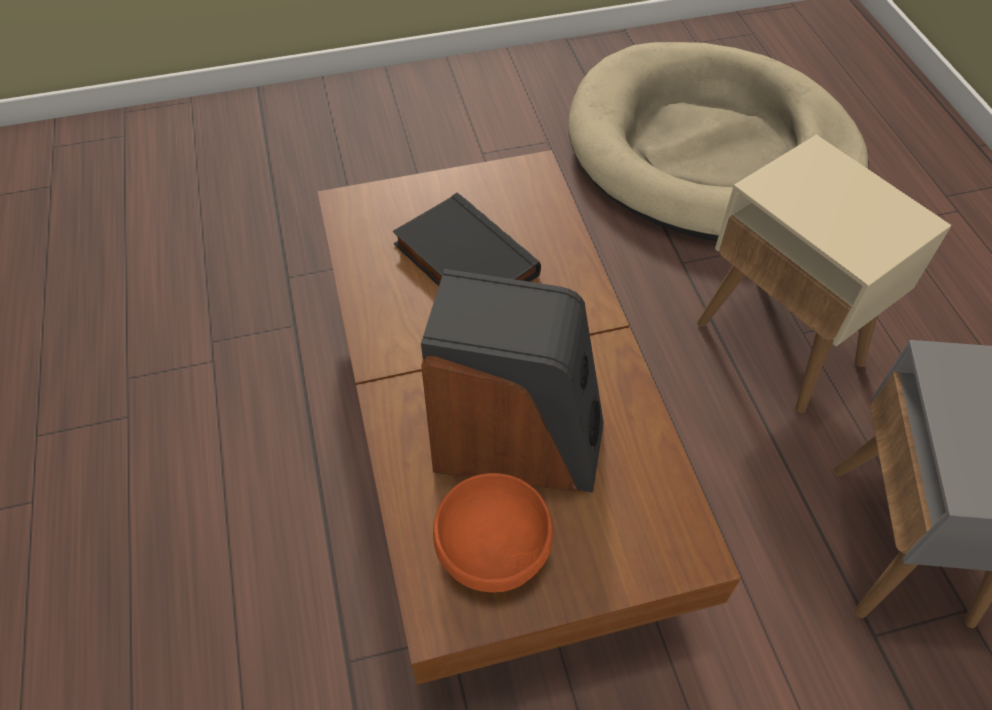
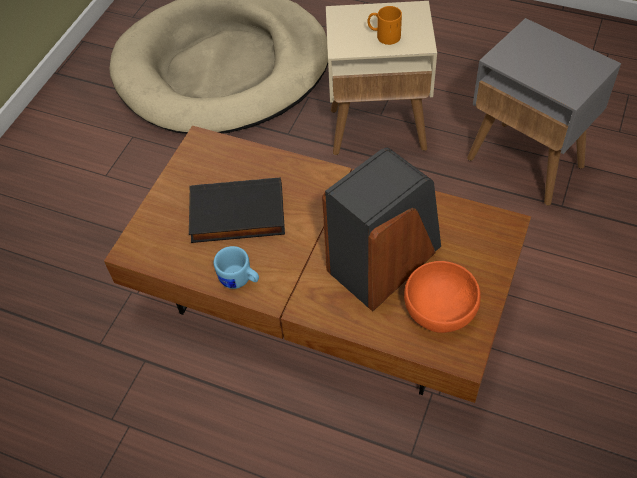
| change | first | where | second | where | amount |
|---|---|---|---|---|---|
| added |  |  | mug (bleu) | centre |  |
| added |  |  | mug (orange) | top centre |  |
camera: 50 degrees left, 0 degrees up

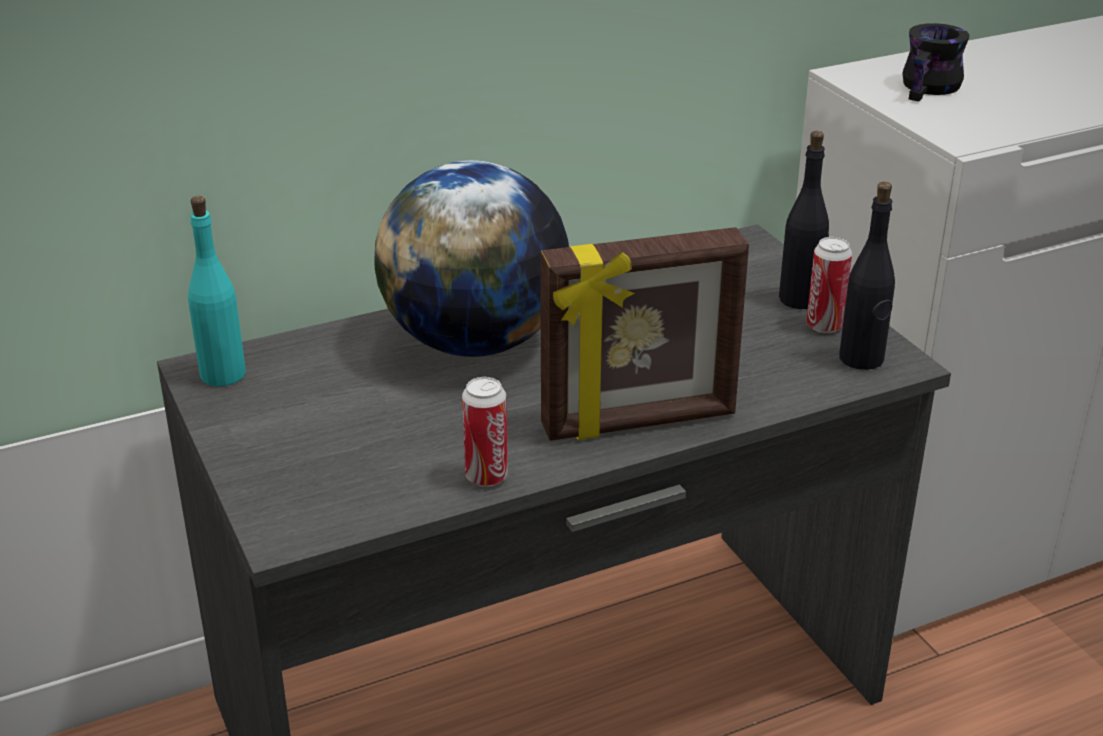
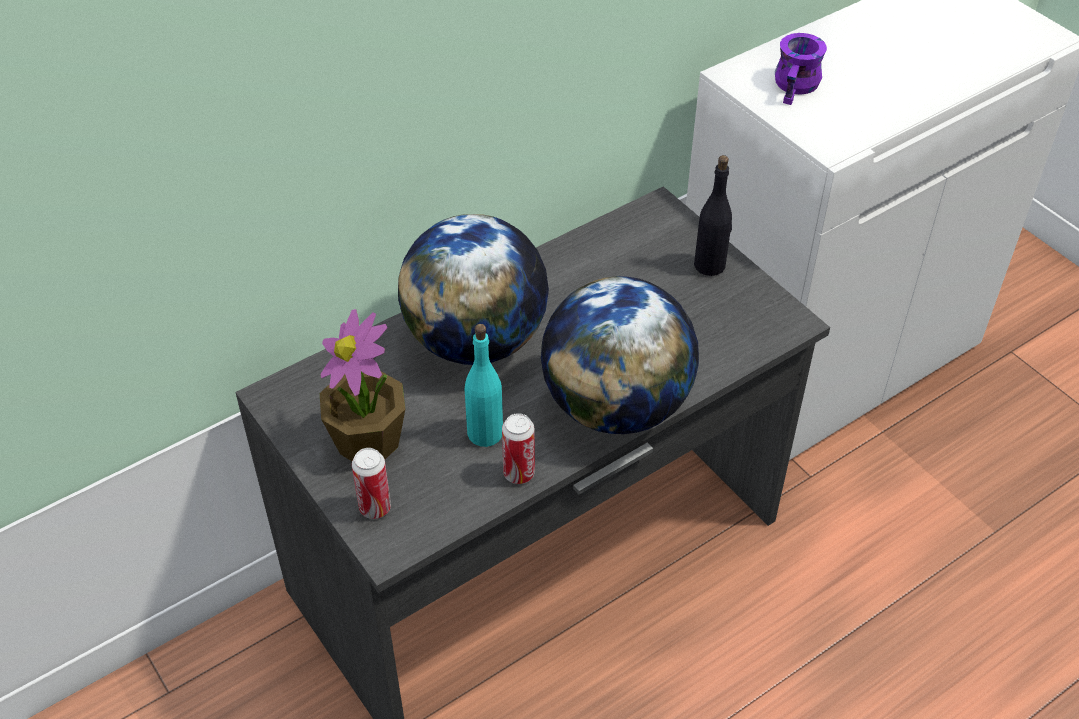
| change | first | where | second | where | amount |
|---|---|---|---|---|---|
| removed | bouteille (noir) (2nd from left) | middle right |  |  |  |
| added |  |  | plante en pot | centre |  |
| moved | bouteille (turquoise) | middle left |  | centre |  |
| moved | boîte métallique (2nd from left in the first image) | middle right | boîte métallique (1st from left) | bottom centre |  |
| replaced | cadre photo | centre | globe (2nd from left) | centre |  |
| recoloured | mug (noir) | top right | mug (violet) | top right |  |
camera: 10 degrees left, 15 degrees up

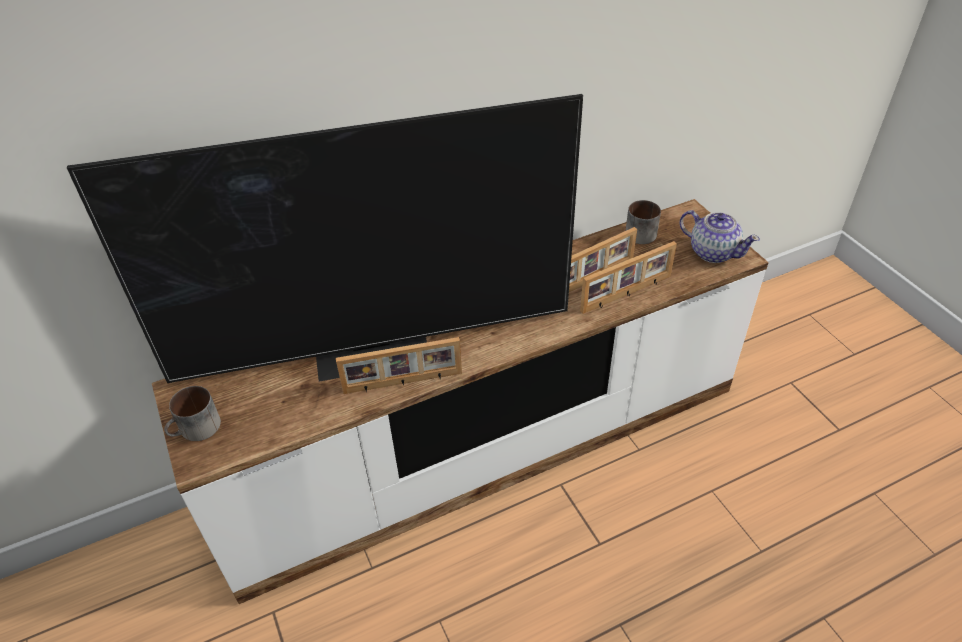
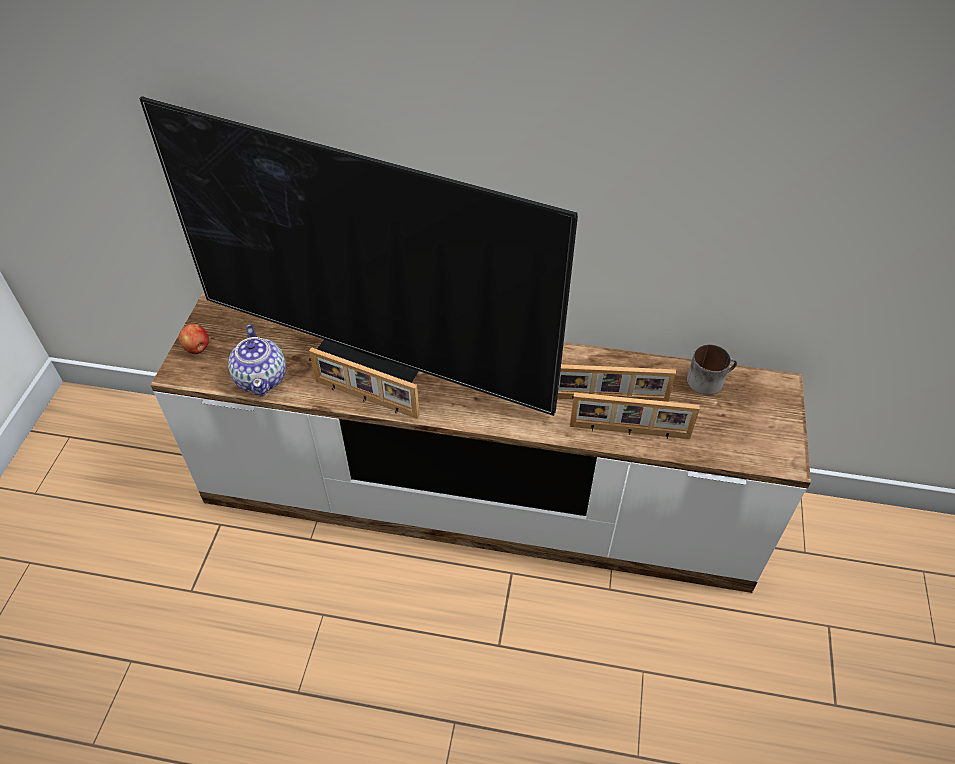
| change | first | where | second | where | amount |
|---|---|---|---|---|---|
| moved | théière | middle right |  | middle left |  |
| replaced | mug (1st from left) | middle left | pomme | middle left |  |
camera: 35 degrees right, 5 degrees up

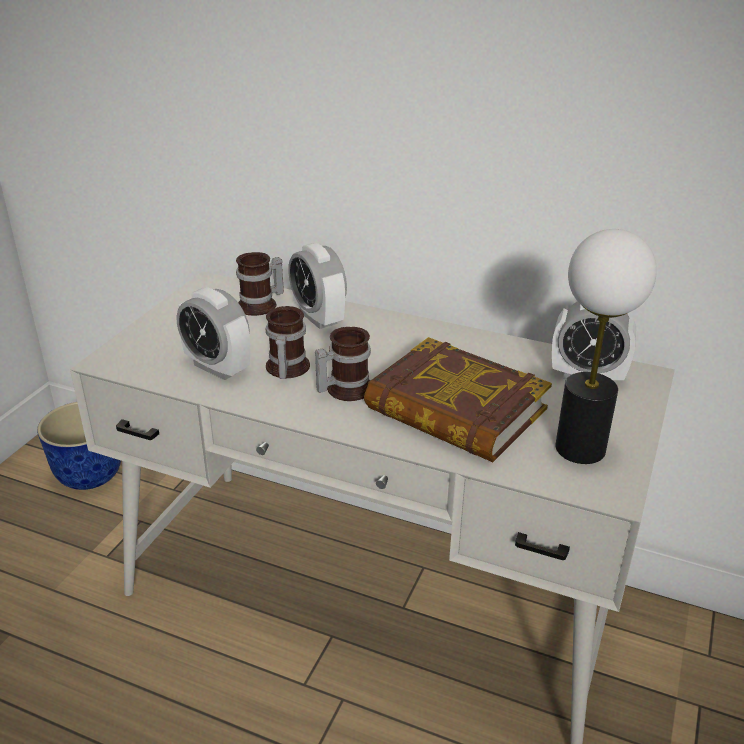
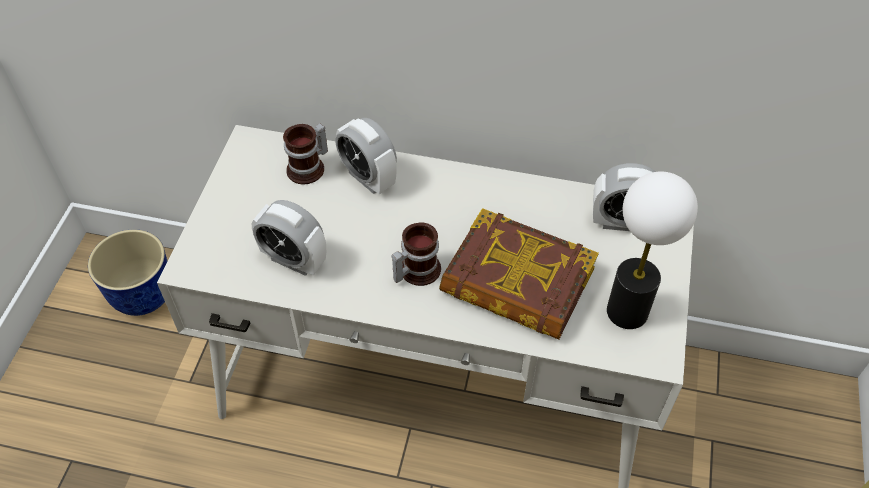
| change | first | where | second | where | amount |
|---|---|---|---|---|---|
| removed | mug (2nd from left) | centre |  |  |  |
camera: 10 degrees left, 20 degrees up

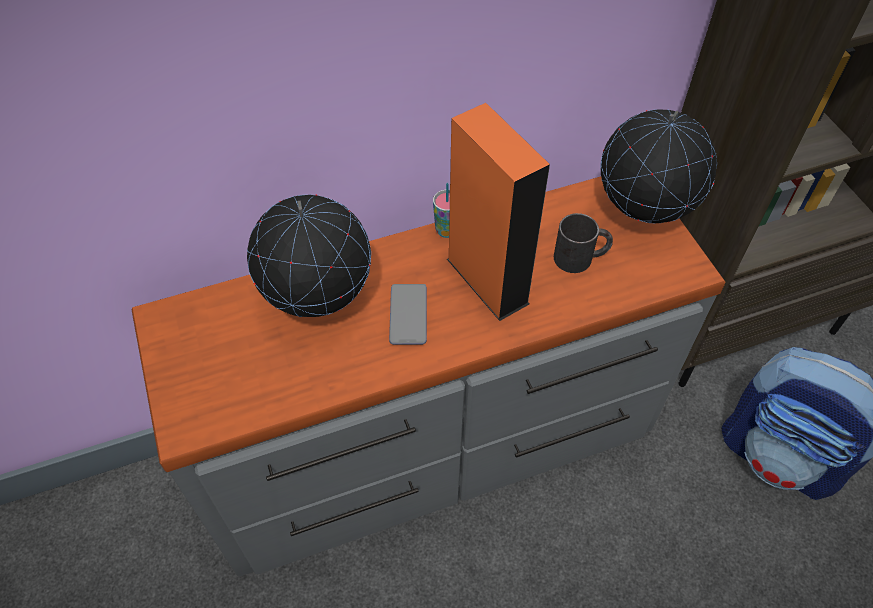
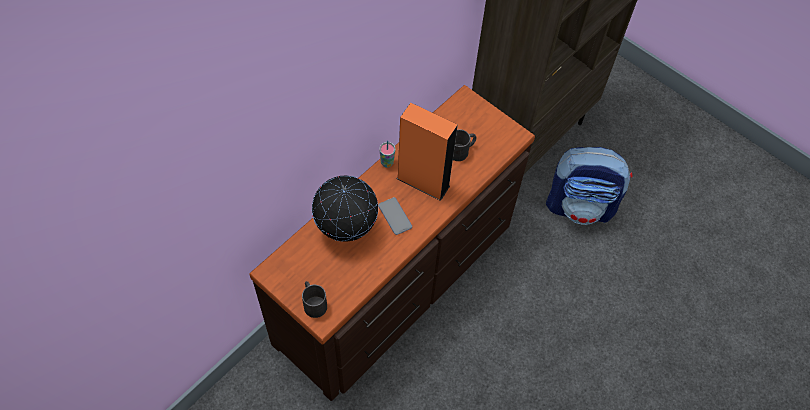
| change | first | where | second | where | amount |
|---|---|---|---|---|---|
| removed | globe (2nd from left) | top right |  |  |  |
| added |  |  | mug (noir) (1st from left) | bottom centre |  |
| recoloured | commode (gris) | centre | commode (marron) | centre |  |
camera: 30 degrees left, 5 degrees up

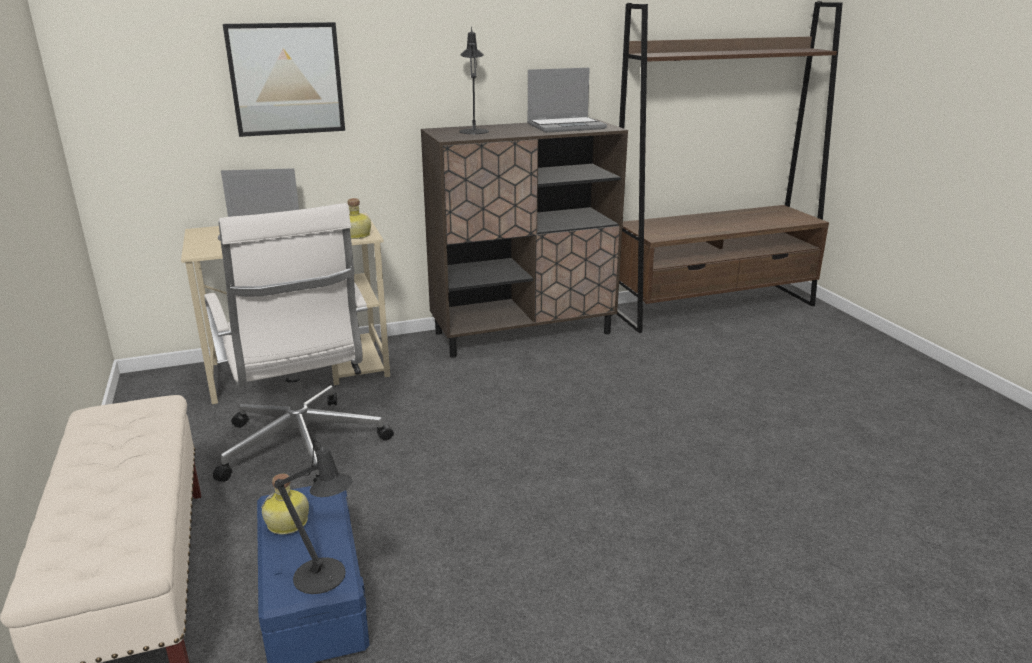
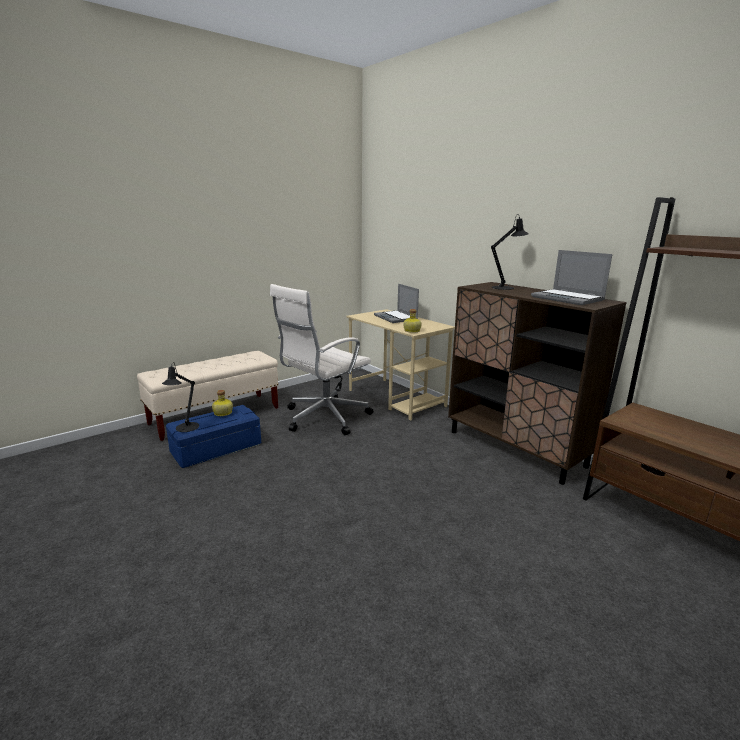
| change | first | where | second | where | amount |
|---|---|---|---|---|---|
| removed | tableau | top left |  |  |  |
camera: 70 degrees right, 5 degrees down

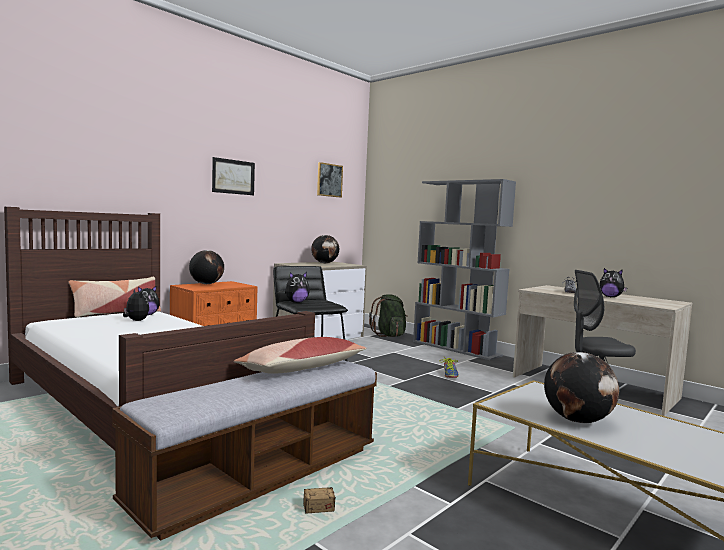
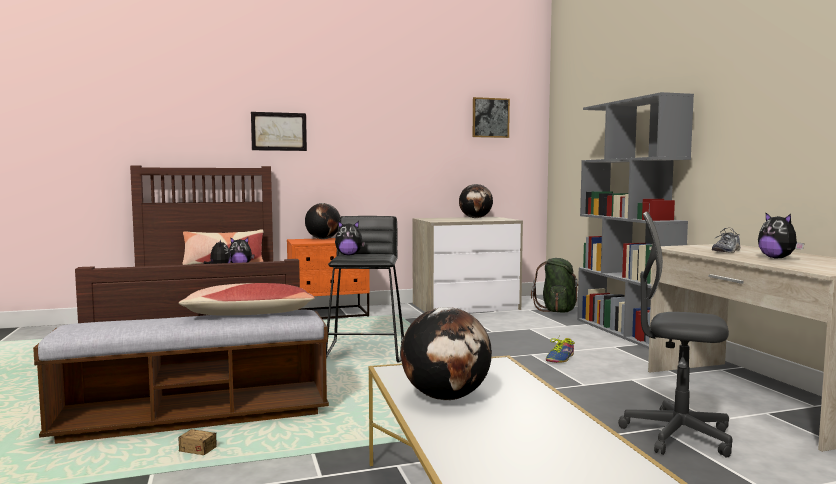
| change | first | where | second | where | amount |
|---|---|---|---|---|---|
| moved | tableau (1st from left) | top left |  | top centre |  |
camera: 30 degrees right, 0 degrees up

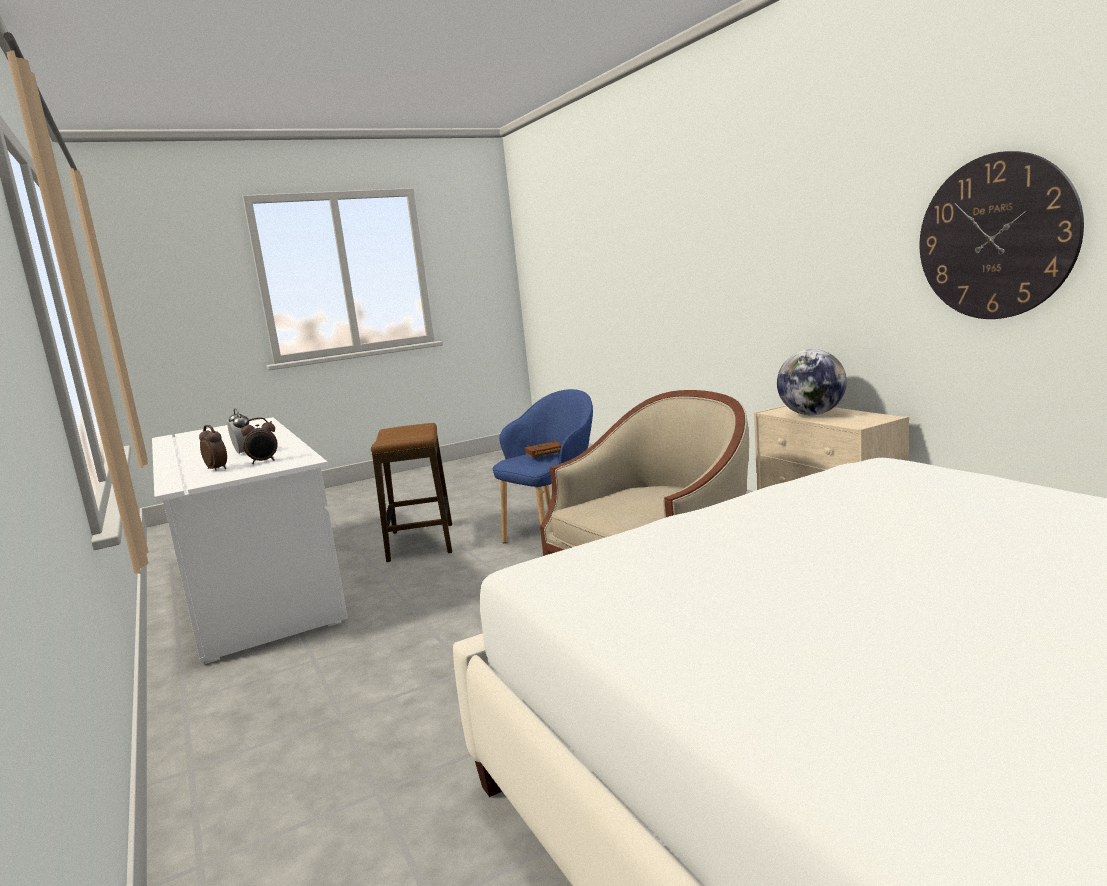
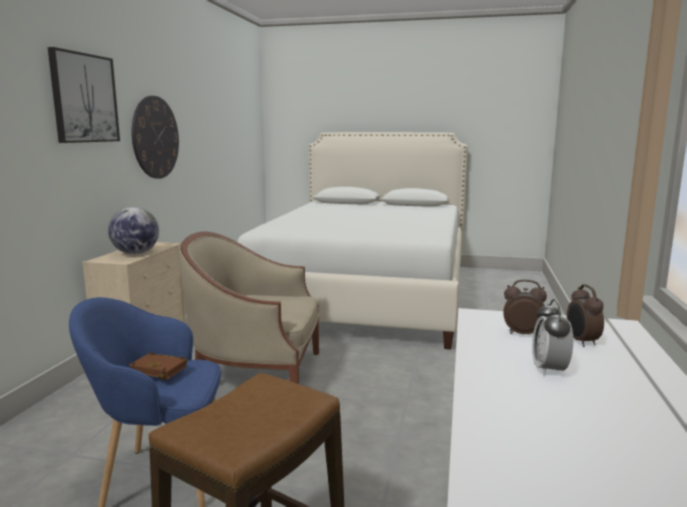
| change | first | where | second | where | amount |
|---|---|---|---|---|---|
| added |  |  | tableau | top left |  |
camera: 140 degrees left, 0 degrees up

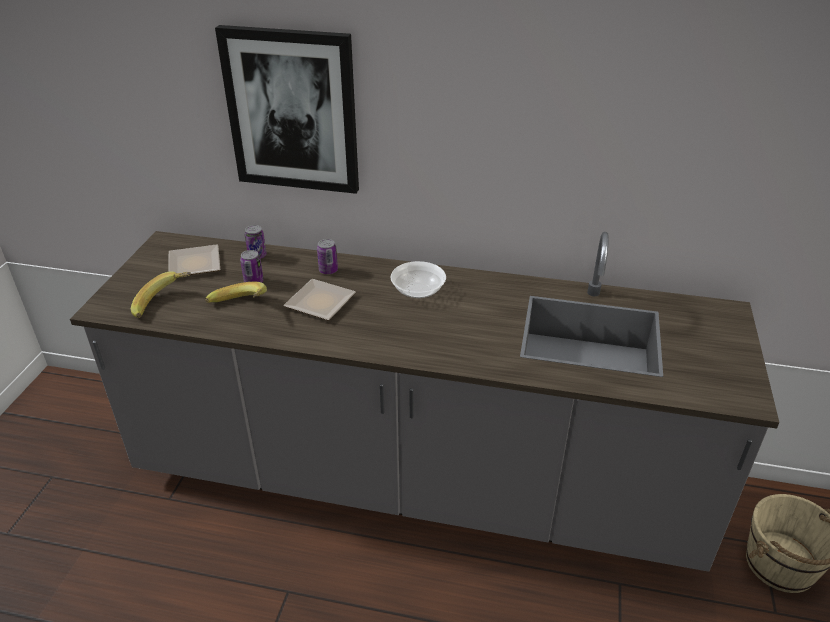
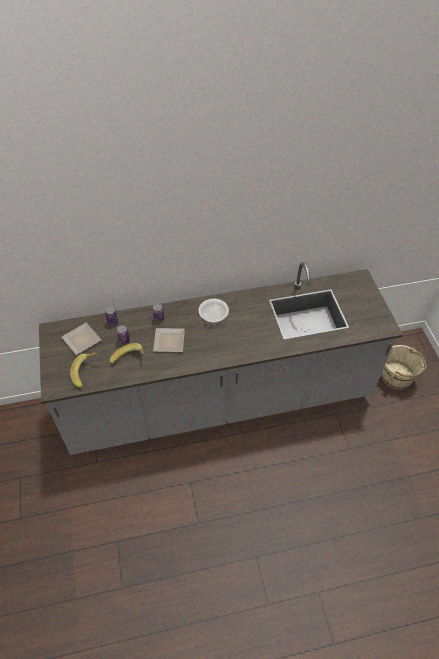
| change | first | where | second | where | amount |
|---|---|---|---|---|---|
| removed | tableau | top centre |  |  |  |
camera: 25 degrees left, 15 degrees up

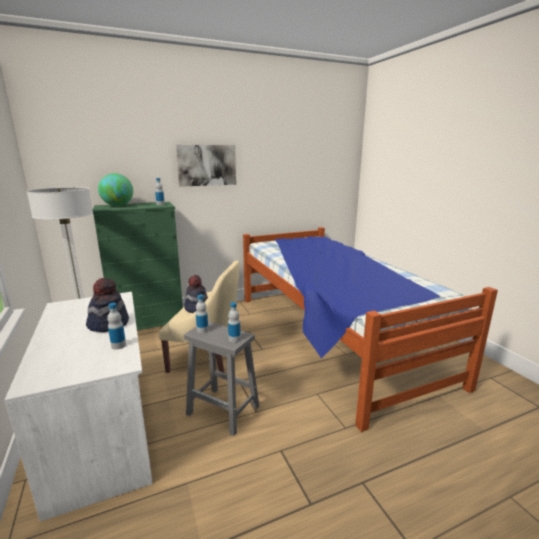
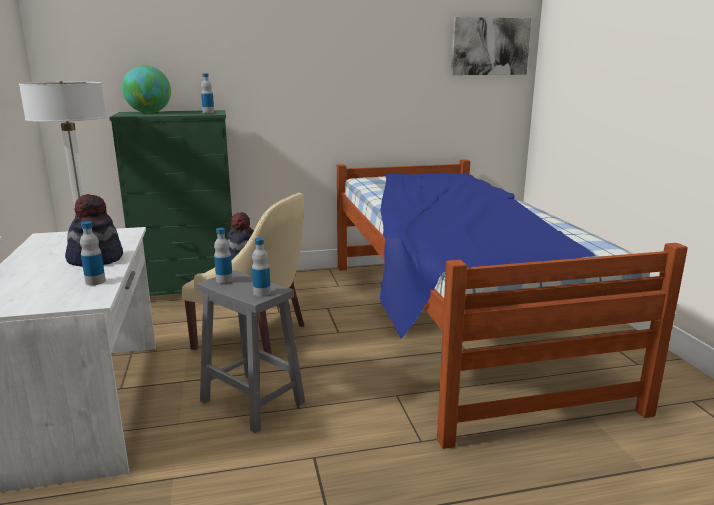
| change | first | where | second | where | amount |
|---|---|---|---|---|---|
| moved | tableau | top centre |  | top right |  |
camera: 10 degrees right, 0 degrees up

